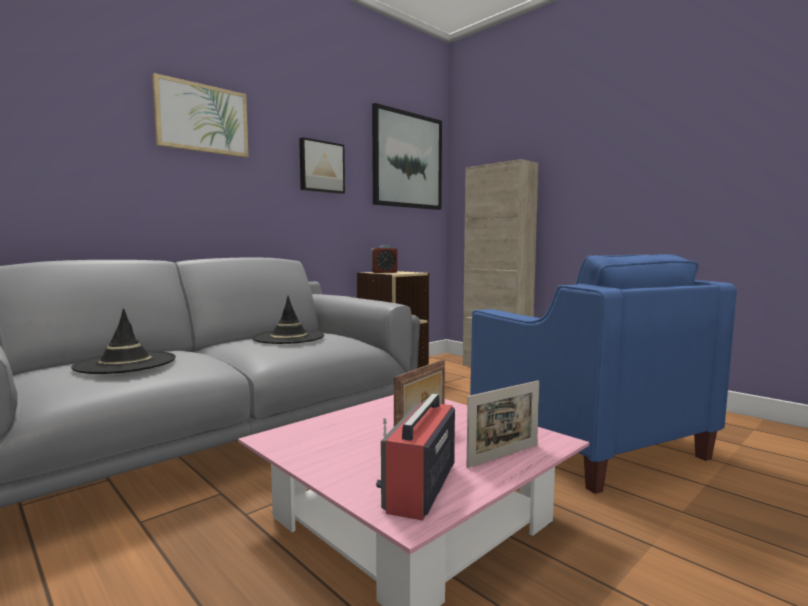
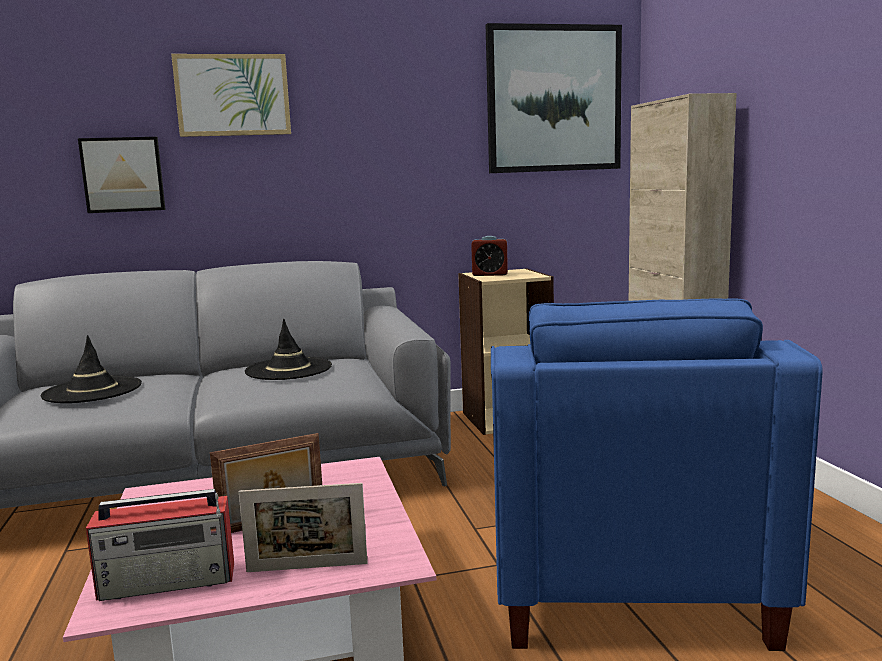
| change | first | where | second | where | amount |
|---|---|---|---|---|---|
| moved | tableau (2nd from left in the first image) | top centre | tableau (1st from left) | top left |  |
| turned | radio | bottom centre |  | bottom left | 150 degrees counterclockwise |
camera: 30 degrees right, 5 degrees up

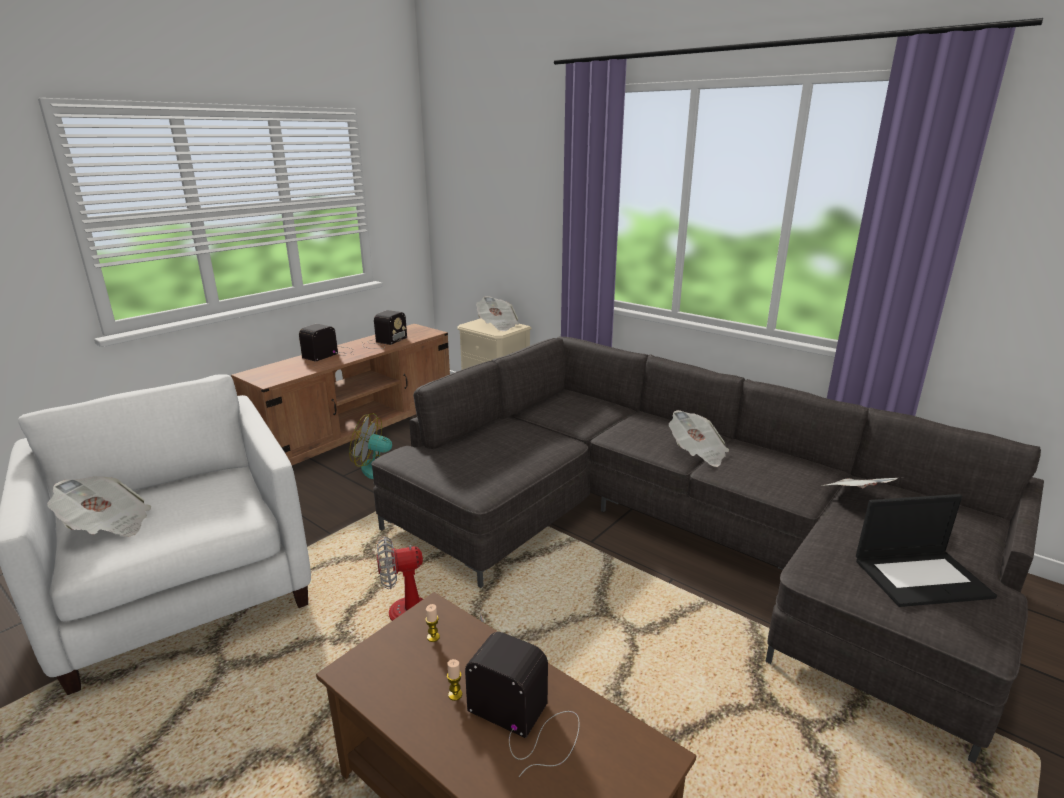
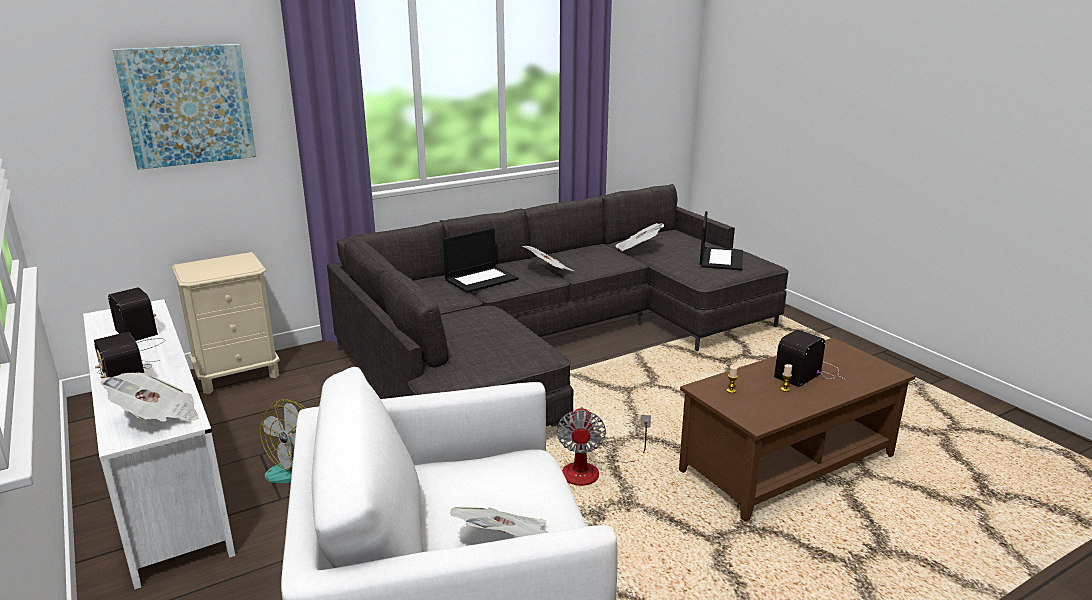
| change | first | where | second | where | amount |
|---|---|---|---|---|---|
| added |  |  | tableau | top left |  |
| added |  |  | ordinateur portable (1st from left) | centre |  |
| moved | journal (2nd from left in the first image) | centre | journal (1st from left) | middle left |  |
| recoloured | meuble télé (marron) | middle left | meuble télé (blanc) | bottom left |  |
camera: 70 degrees left, 0 degrees up

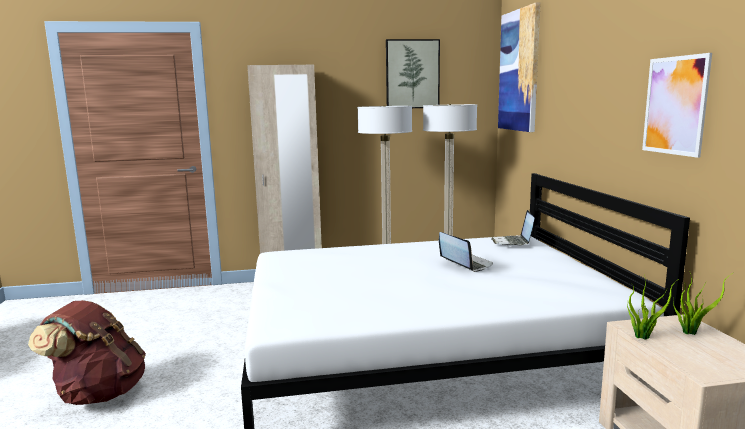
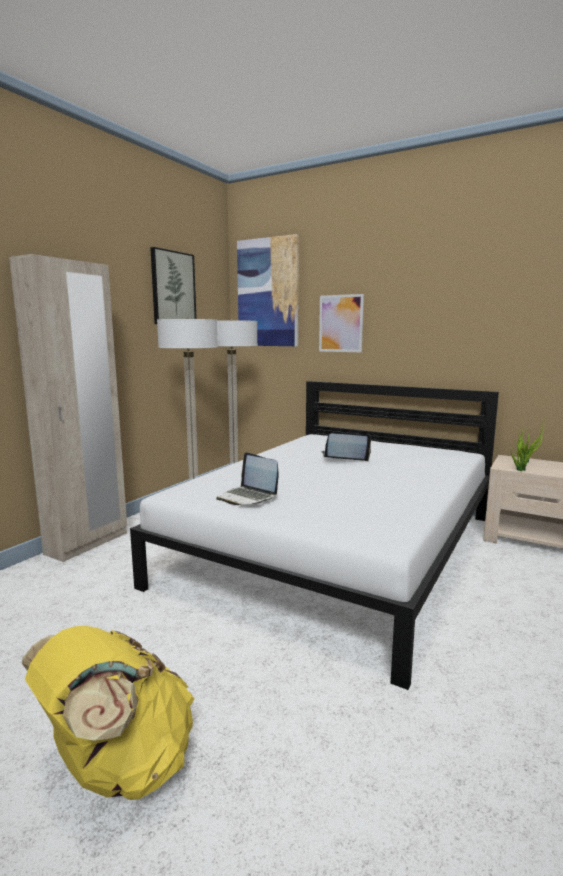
| change | first | where | second | where | amount |
|---|---|---|---|---|---|
| moved | ordinateur portable (2nd from left in the first image) | middle right | ordinateur portable (1st from left) | centre |  |
| moved | tableau (3rd from left) | top right |  | centre |  |
| recoloured | sac à dos (marron) | bottom left | sac à dos (jaune) | bottom left |  |
camera: 50 degrees left, 0 degrees up

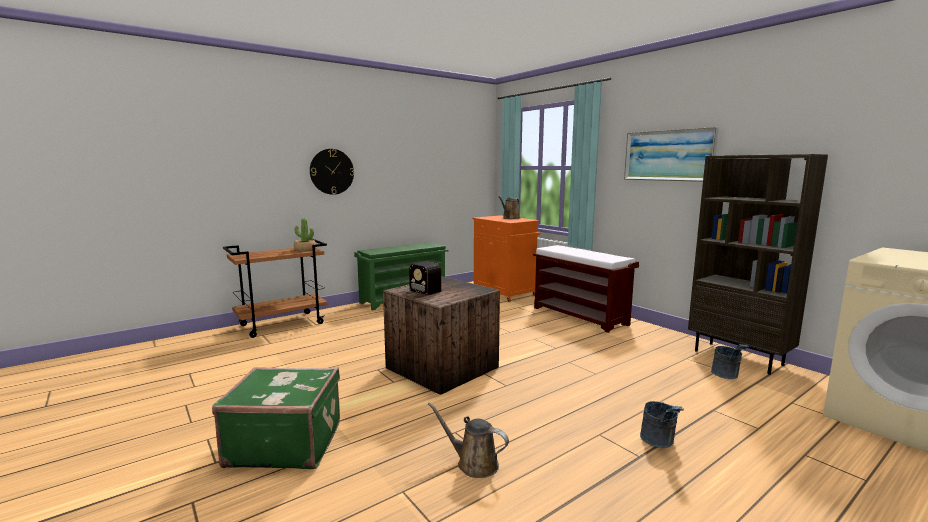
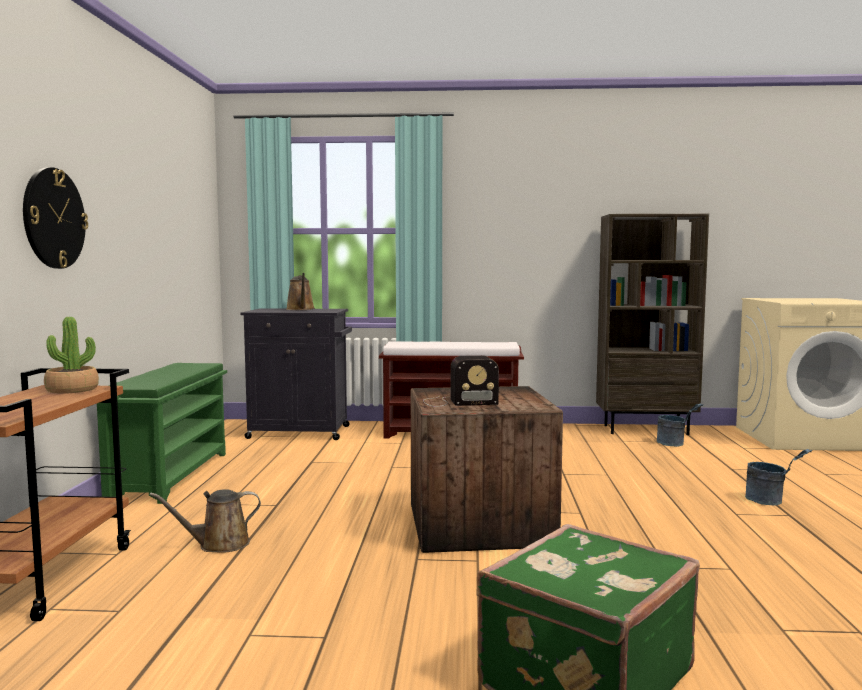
| change | first | where | second | where | amount |
|---|---|---|---|---|---|
| removed | tableau | top right |  |  |  |
| moved | arrosoir (marron) (1st from left) | bottom centre |  | bottom left |  |
| recoloured | meuble de rangement (orange) | centre | meuble de rangement (noir) | centre |  |
camera: 50 degrees left, 5 degrees down

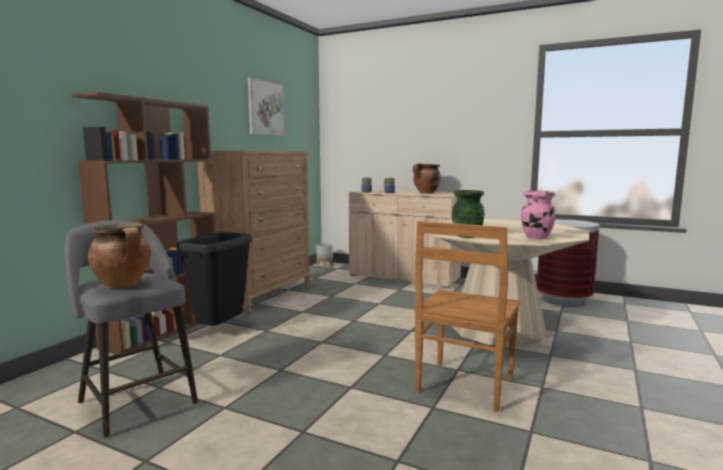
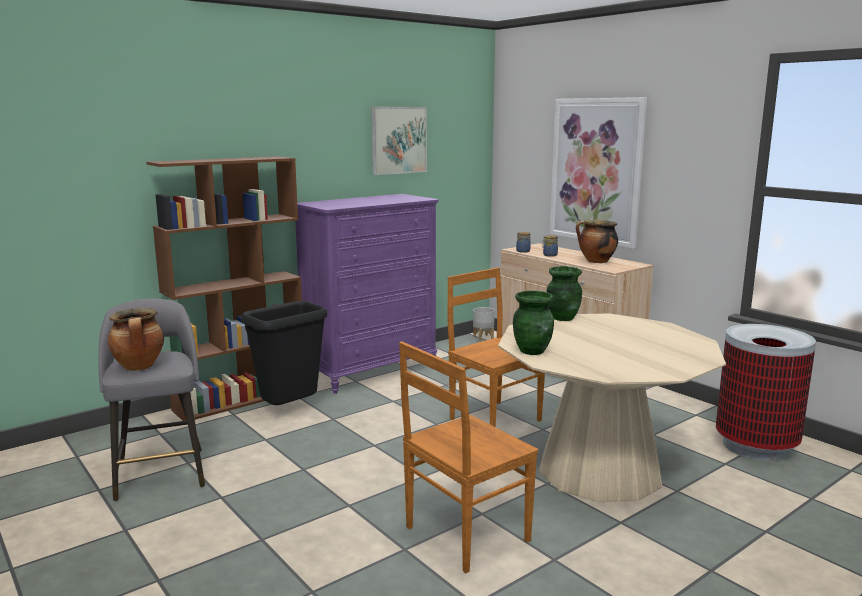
| change | first | where | second | where | amount |
|---|---|---|---|---|---|
| removed | vase (rose) | middle right |  |  |  |
| added |  |  | chaise (marron) (2nd from left) | centre |  |
| added |  |  | vase (vert) (2nd from left) | centre |  |
| added |  |  | tableau (2nd from left) | top right |  |
| recoloured | commode (marron) | centre | commode (violet) | centre |  |
camera: 25 degrees right, 5 degrees up

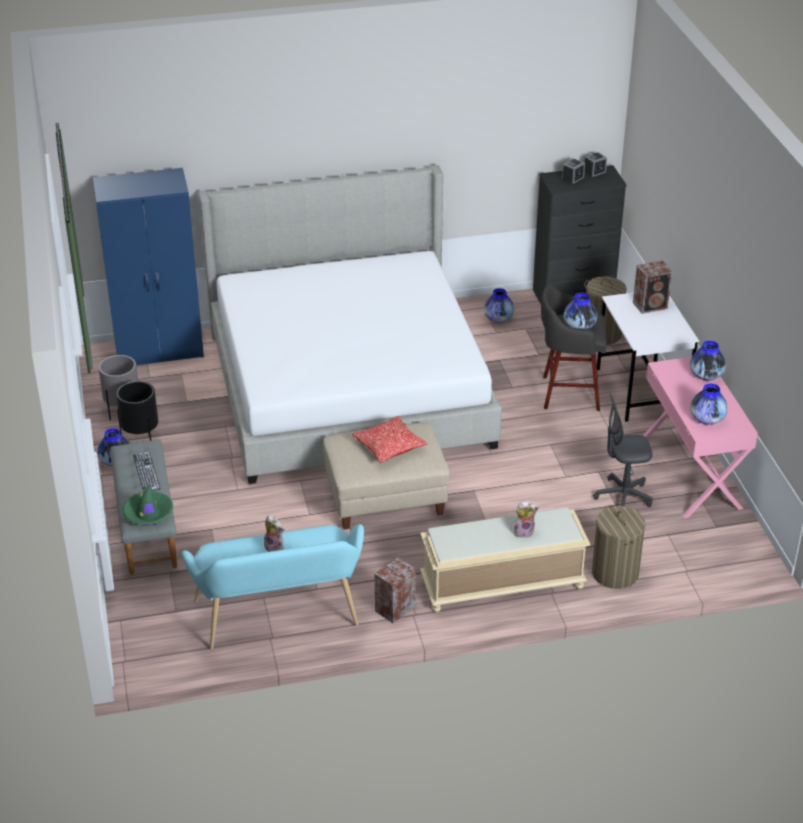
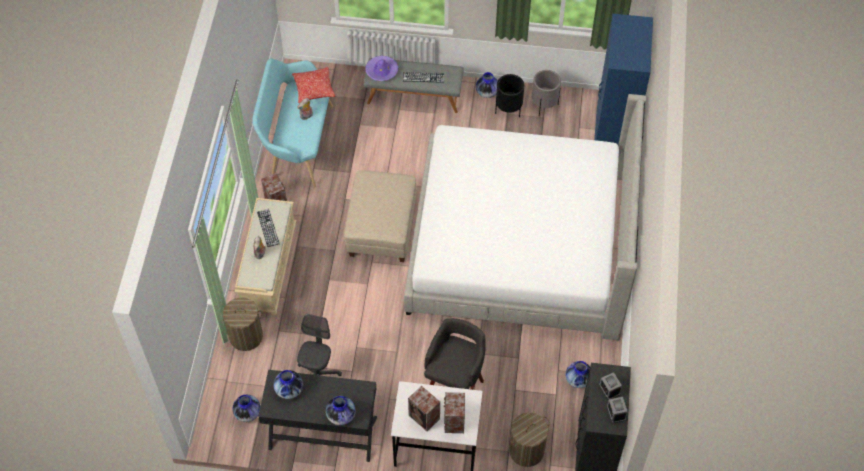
| change | first | where | second | where | amount |
|---|---|---|---|---|---|
| added |  |  | clavier (1st from left) | middle left |  |
| added |  |  | enceinte (2nd from left) | bottom centre |  |
| moved | coussin | centre |  | top centre |  |
| moved | vase (3rd from left in the first image) | middle right | vase (1st from left) | bottom left |  |
| recoloured | chapeau (vert) | middle left | chapeau (violet) | top centre |  |
| recoloured | bureau (rose) | middle right | bureau (noir) | bottom centre |  |
camera: 110 degrees right, 20 degrees up

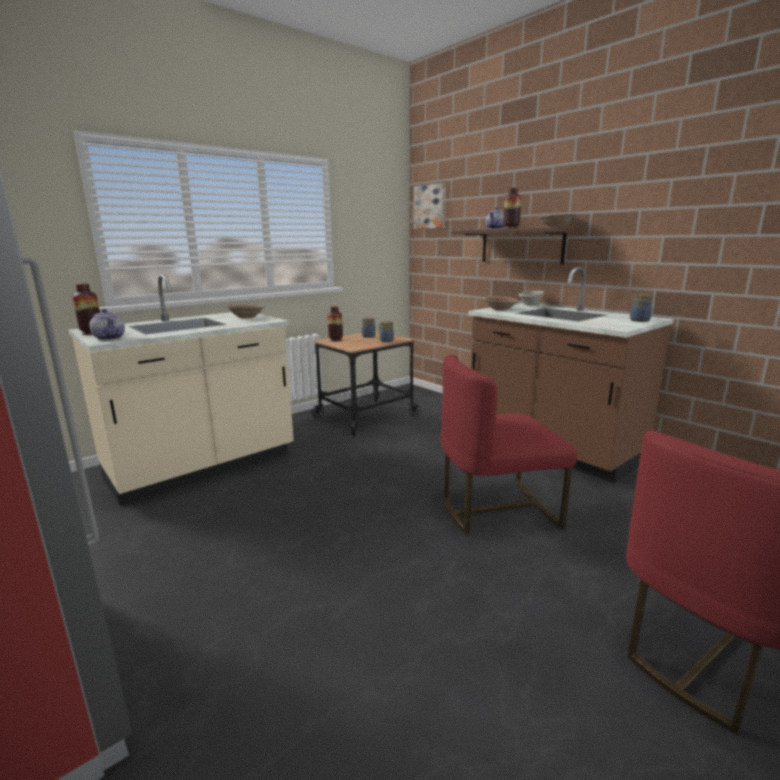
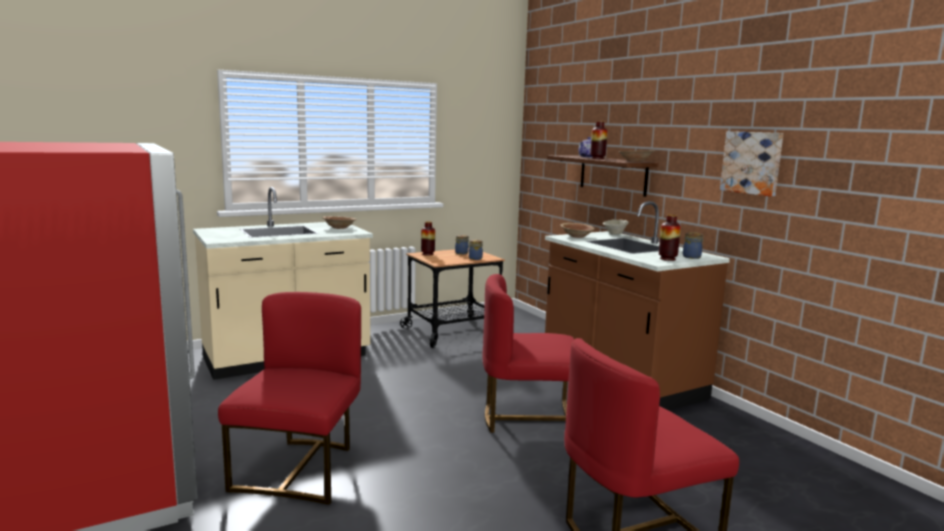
| change | first | where | second | where | amount |
|---|---|---|---|---|---|
| removed | théière (1st from left) | middle left |  |  |  |
| added |  |  | chaise (rouge) (1st from left) | bottom left |  |
| moved | vase (1st from left in the first image) | middle left | vase (3rd from left) | middle right |  |
| moved | tableau | top centre |  | top right |  |
camera: 10 degrees right, 5 degrees down

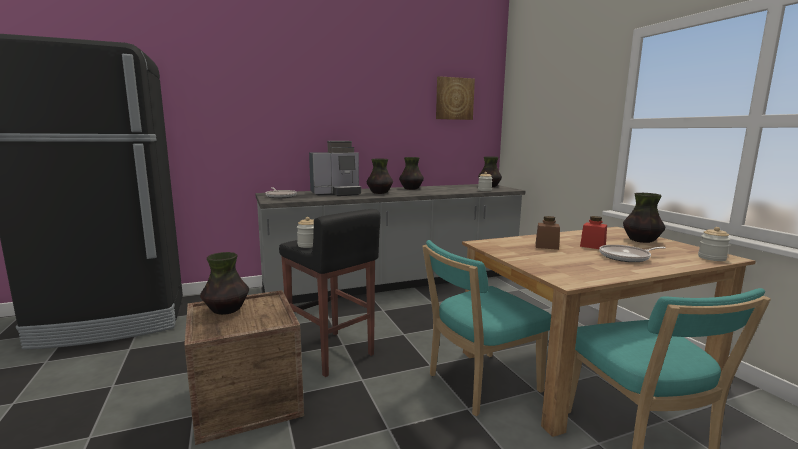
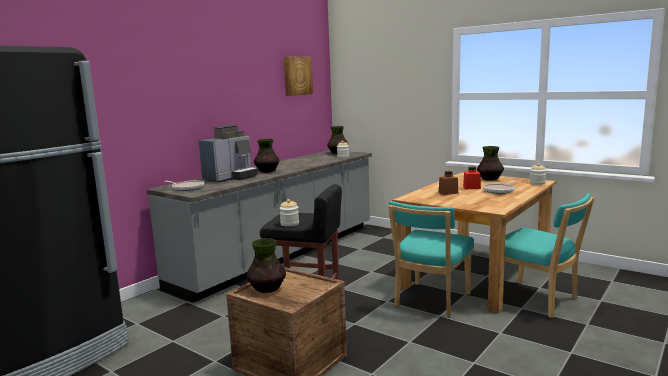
| change | first | where | second | where | amount |
|---|---|---|---|---|---|
| removed | vase (3rd from left) | centre |  |  |  |
camera: 30 degrees left, 0 degrees up

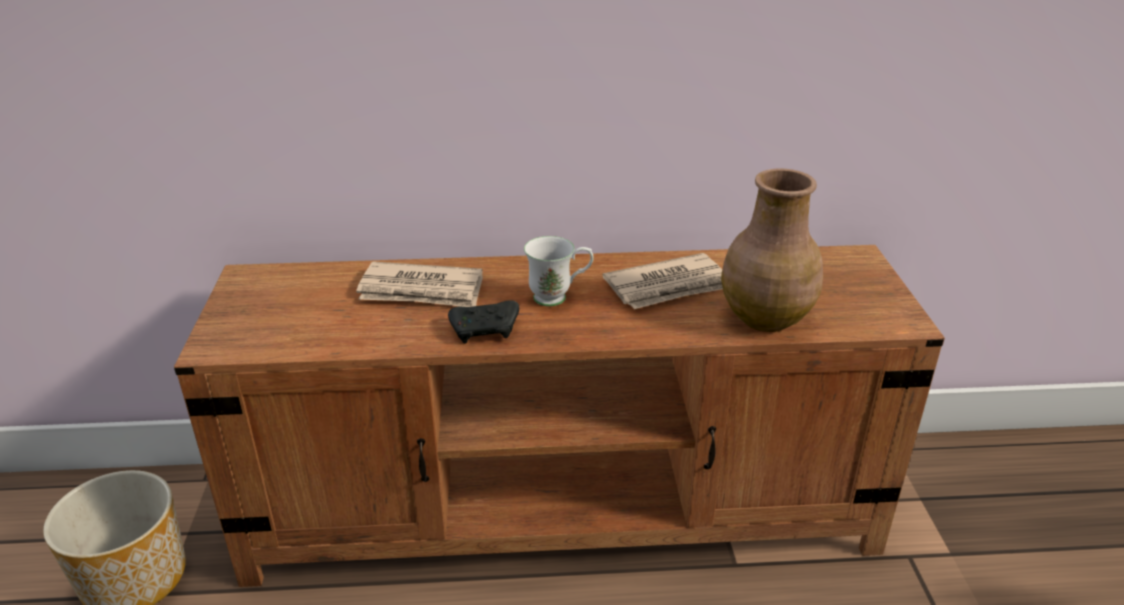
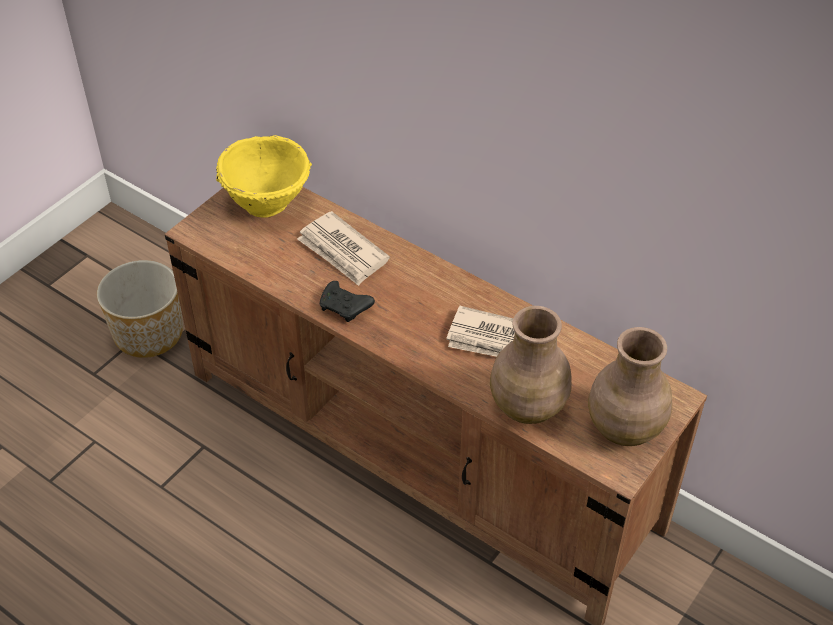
| change | first | where | second | where | amount |
|---|---|---|---|---|---|
| removed | mug (blanc) | centre |  |  |  |
| added |  |  | bol (jaune) | top left |  |
| added |  |  | vase (marron) (2nd from left) | middle right |  |
camera: 40 degrees right, 15 degrees up

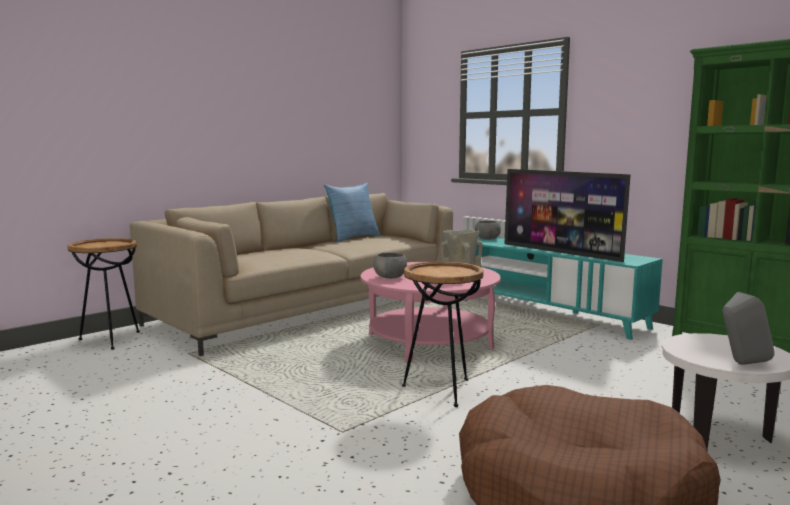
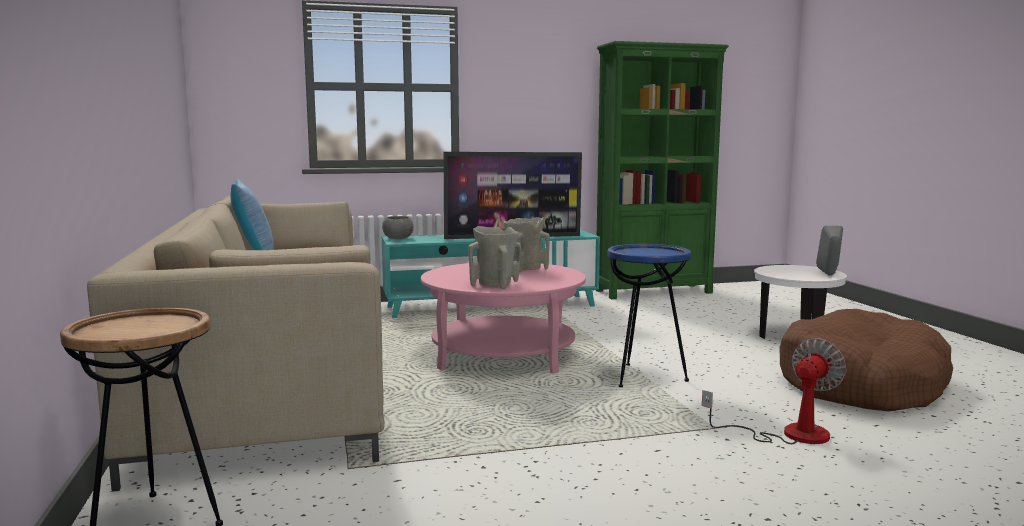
| change | first | where | second | where | amount |
|---|---|---|---|---|---|
| added |  |  | ventilateur | bottom right |  |
| replaced | bol (gris) (1st from left) | centre | vase (beige) (1st from left) | centre |  |
| recoloured | table d'appoint (marron) (2nd from left) | centre | table d'appoint (bleu) | centre |  |
camera: 60 degrees left, 0 degrees up

